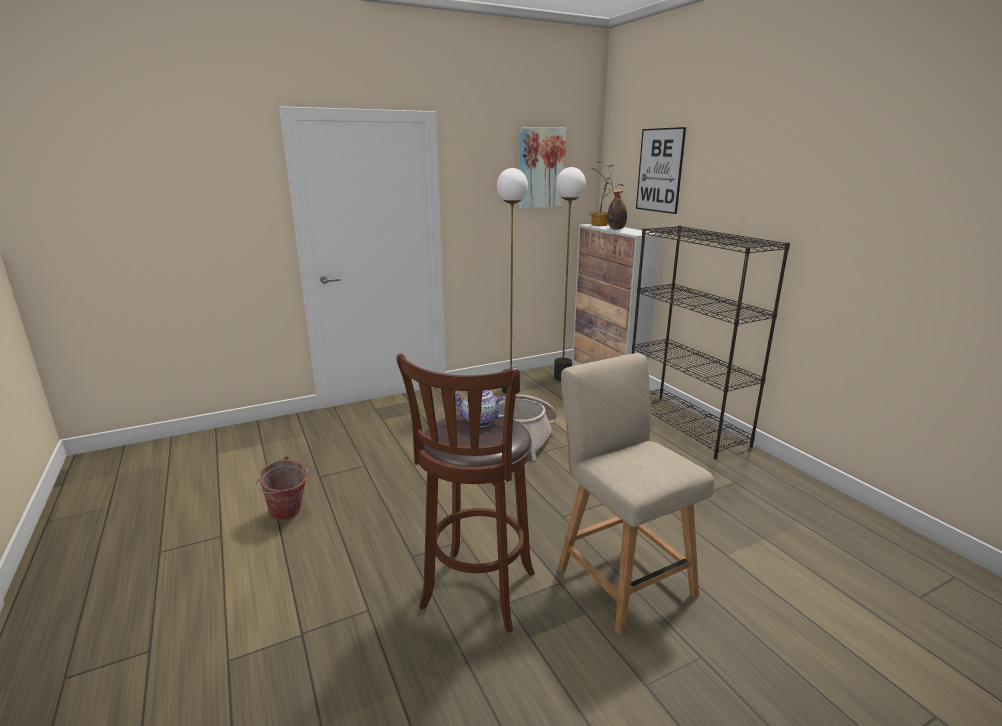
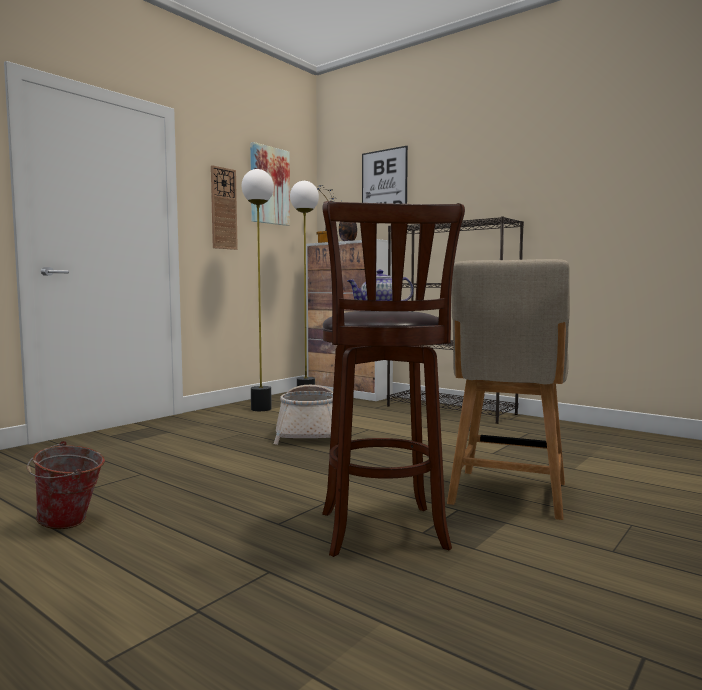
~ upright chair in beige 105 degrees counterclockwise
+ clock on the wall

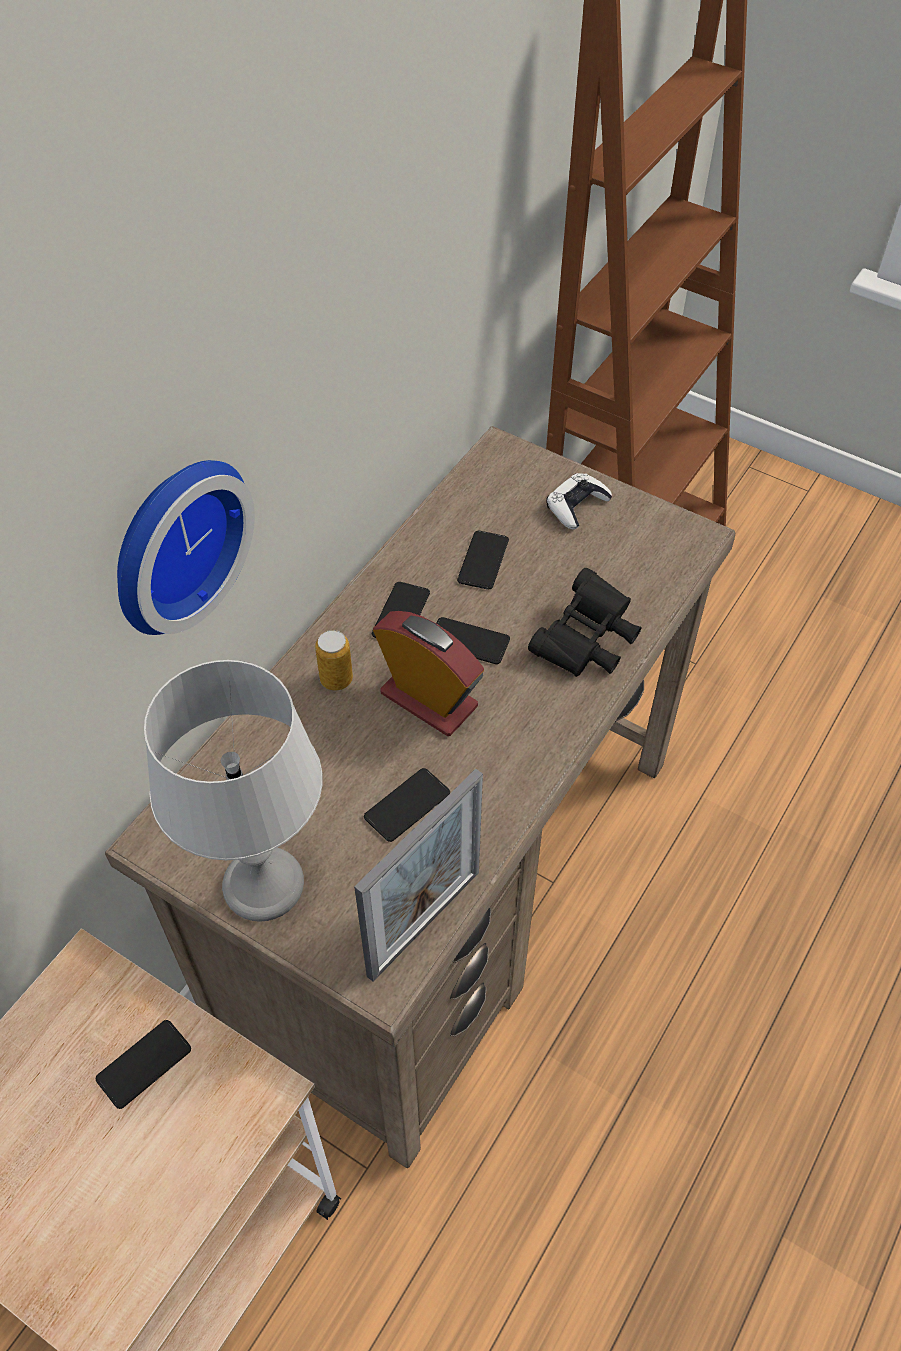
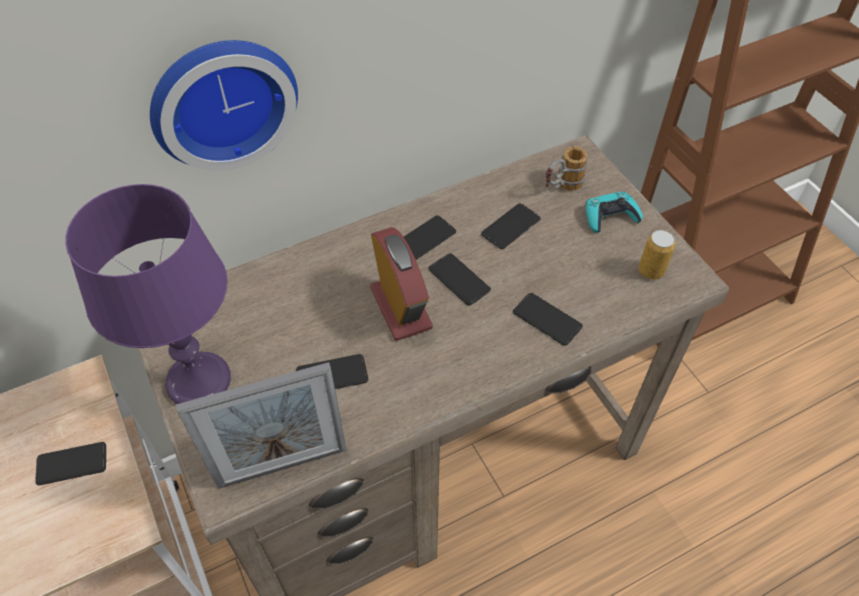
~ gamepad in whitish to gamepad in turquoise-coloured
~ field glasses in black-coloured to phone (no. 6 from left)
~ can
~ tabletop lamp in grey to tabletop lamp in purple
+ mug

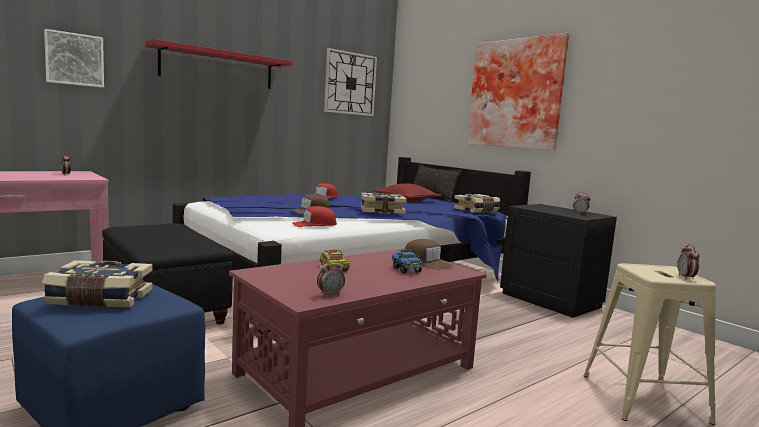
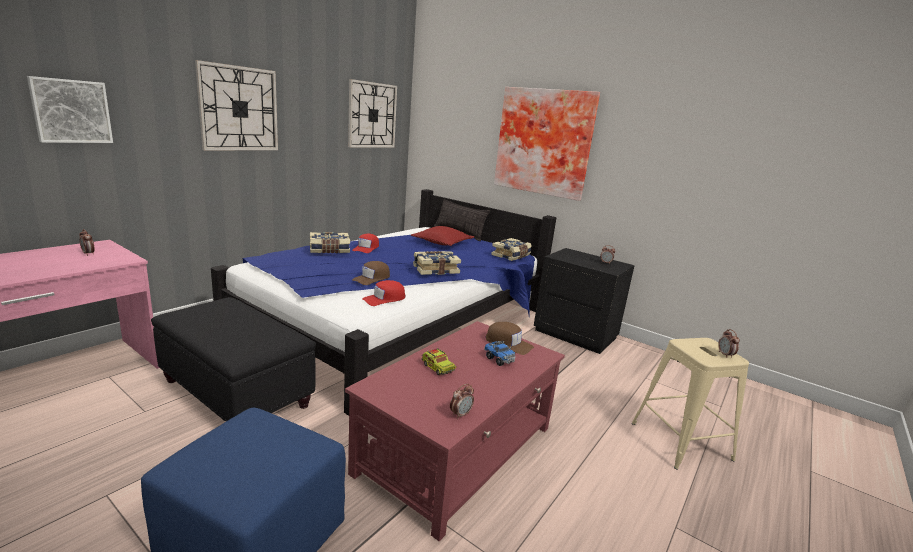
~ bracket shelf in red-coloured to clock on the wall (no. 1 from left)
~ book (no. 1 from left)

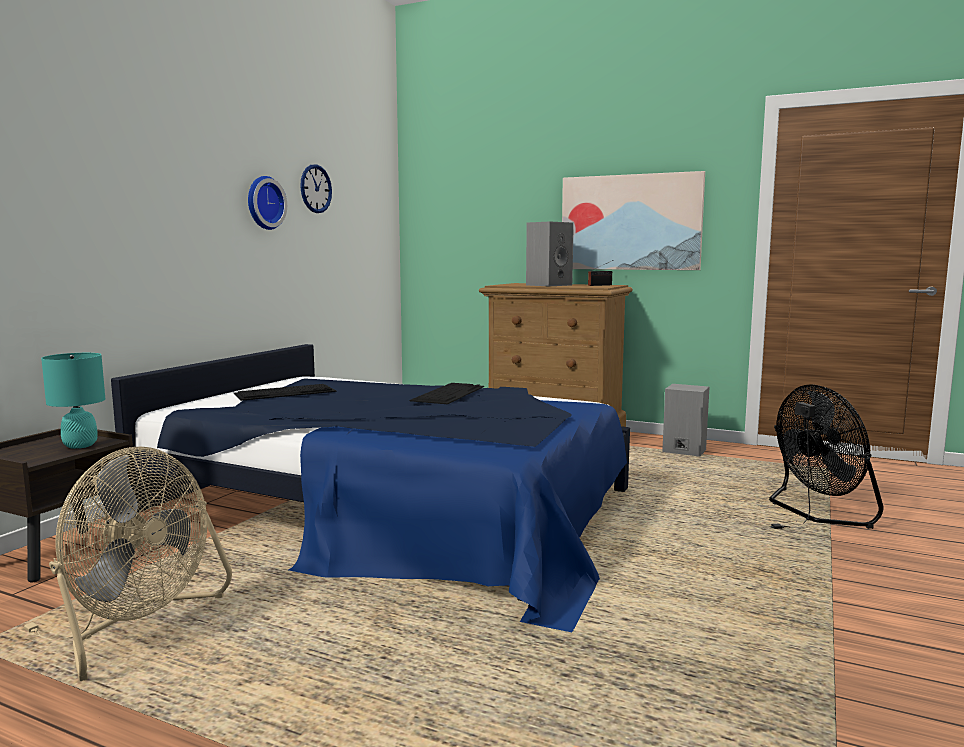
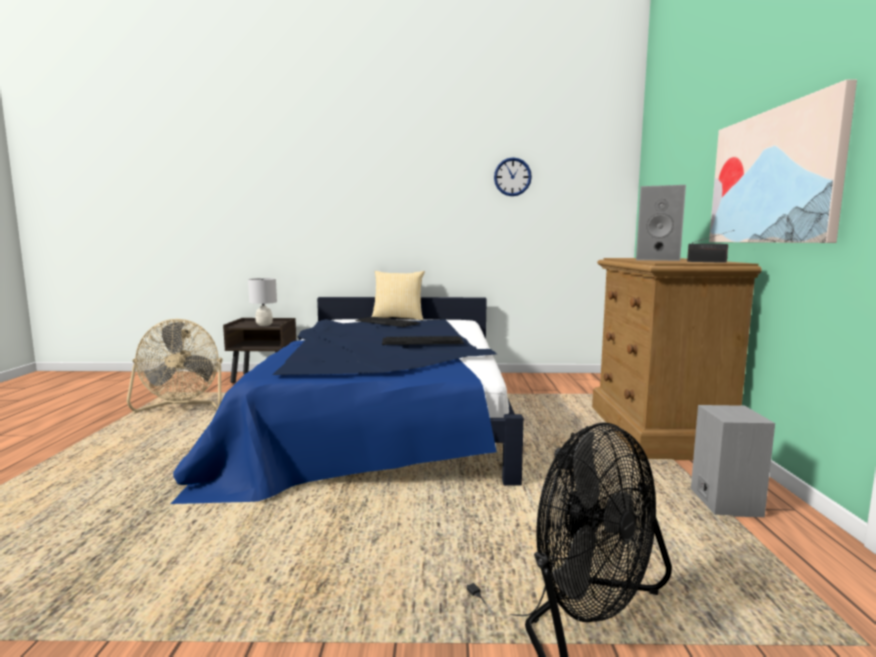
- clock on the wall (no. 1 from left)
~ tabletop lamp in turquoise-coloured to tabletop lamp in grey
+ cushion

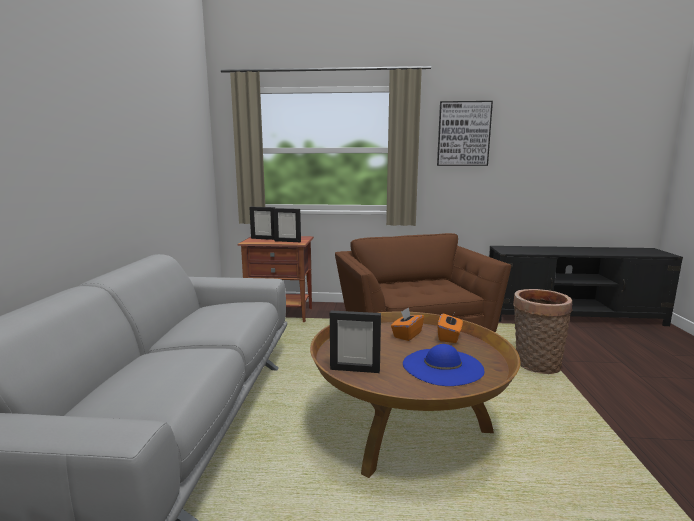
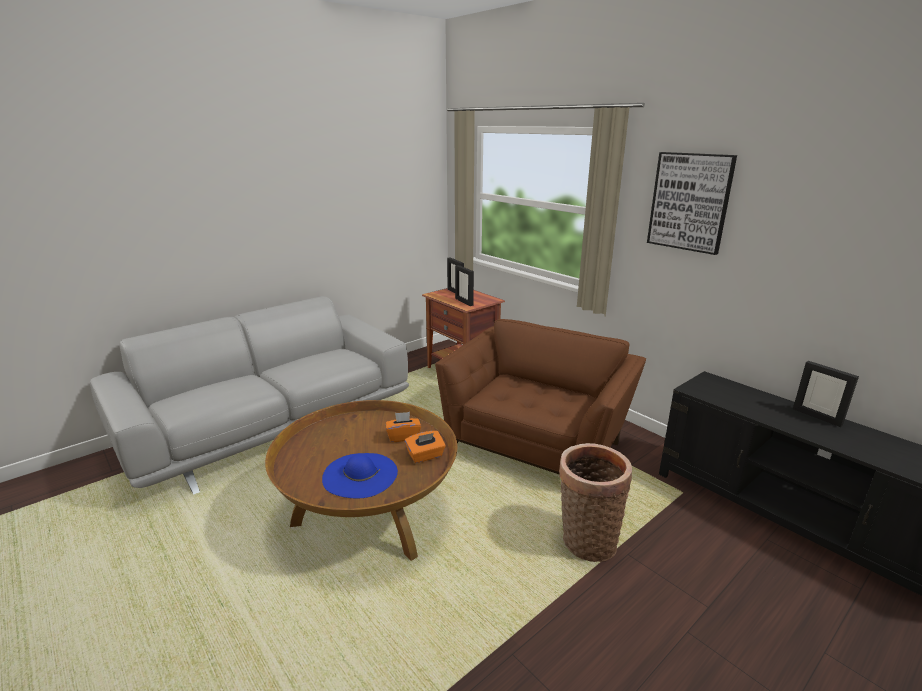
~ standing frame (no. 3 from left)

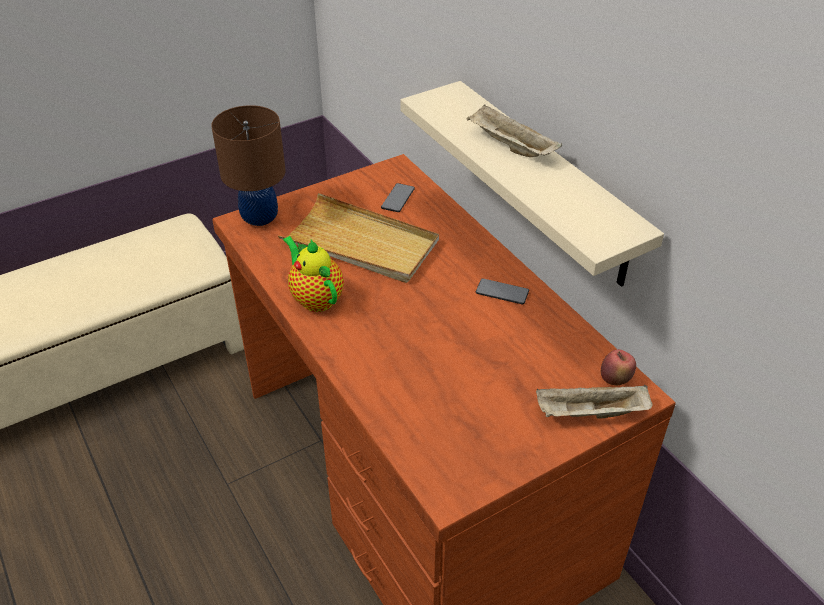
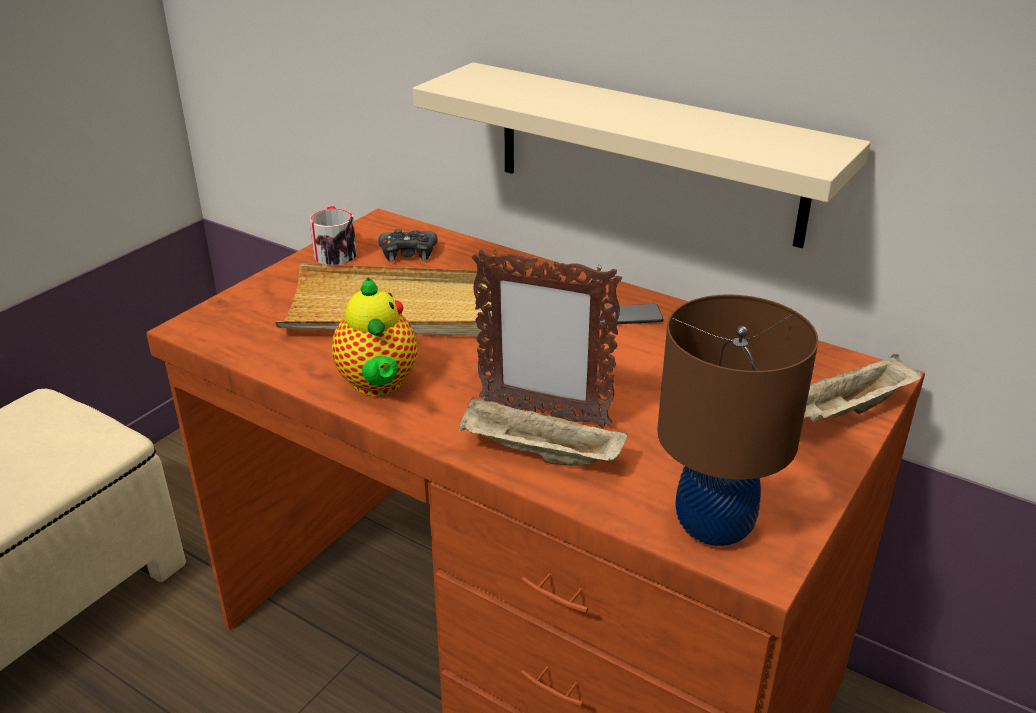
~ tray in beige (no. 2 from left)
~ tabletop lamp in brownish
~ phone (no. 1 from left) to gamepad in black-coloured
~ teapot 135 degrees counterclockwise
- apple
+ mug
+ standing frame

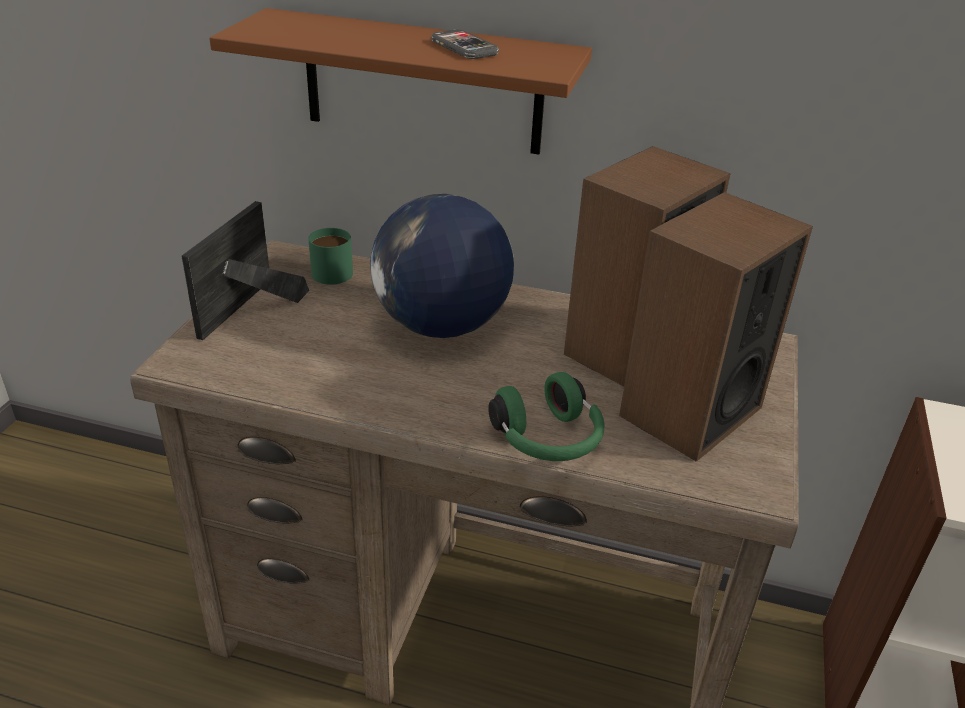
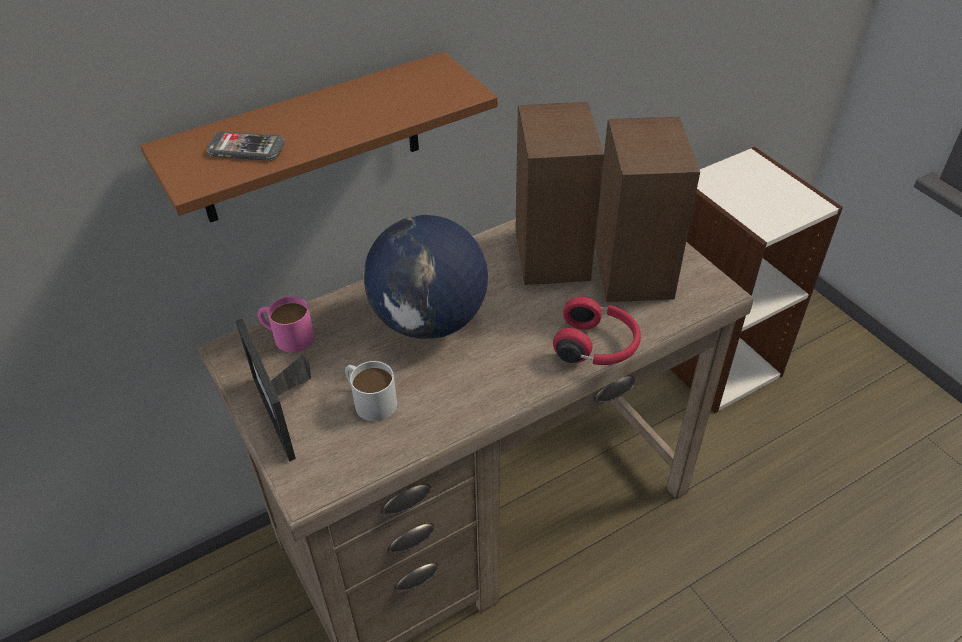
~ phone
~ mug in green to mug in pink
~ pair of headphones in green to pair of headphones in red-coloured
+ mug in whitish

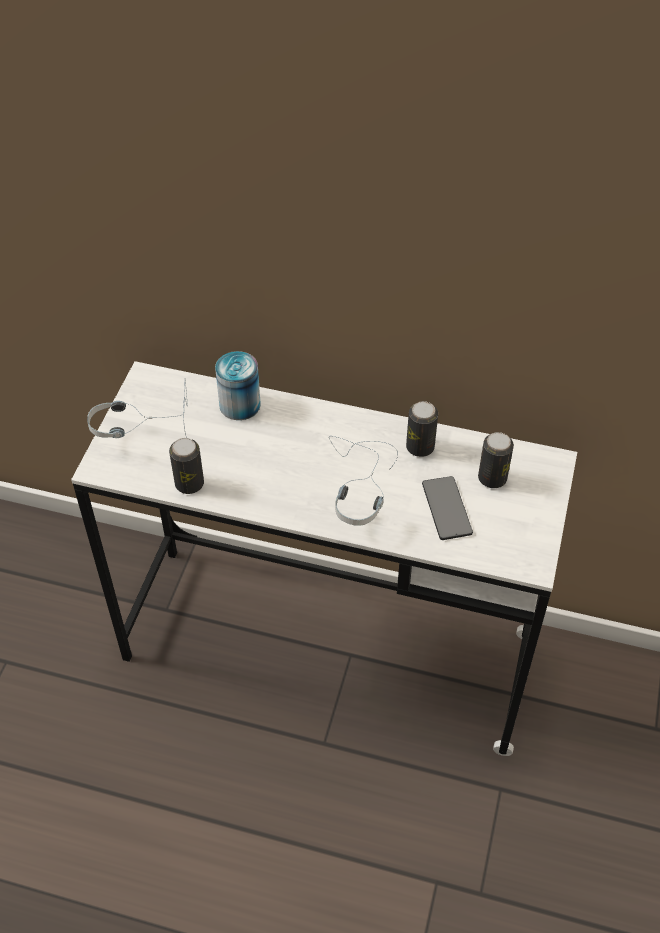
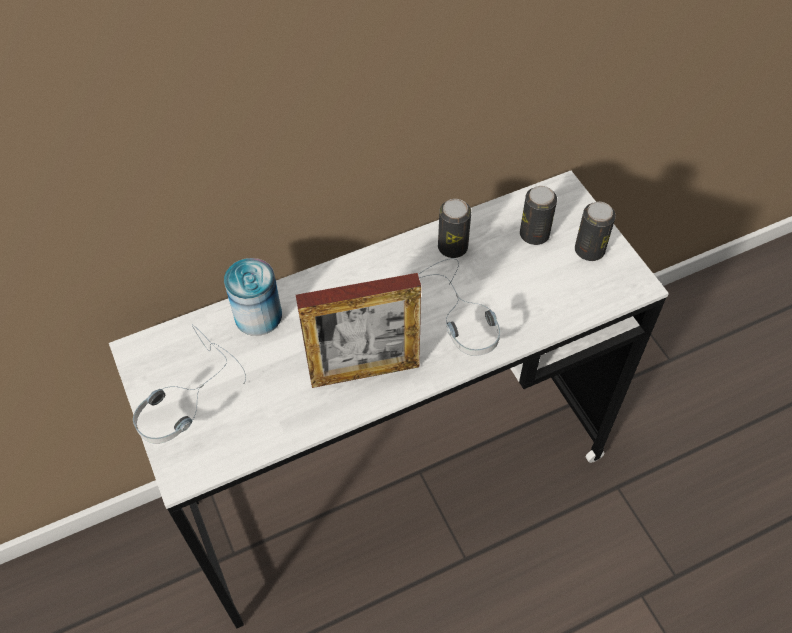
~ can (no. 1 from left in the first image) to can (no. 4 from left)
- phone
+ standing frame

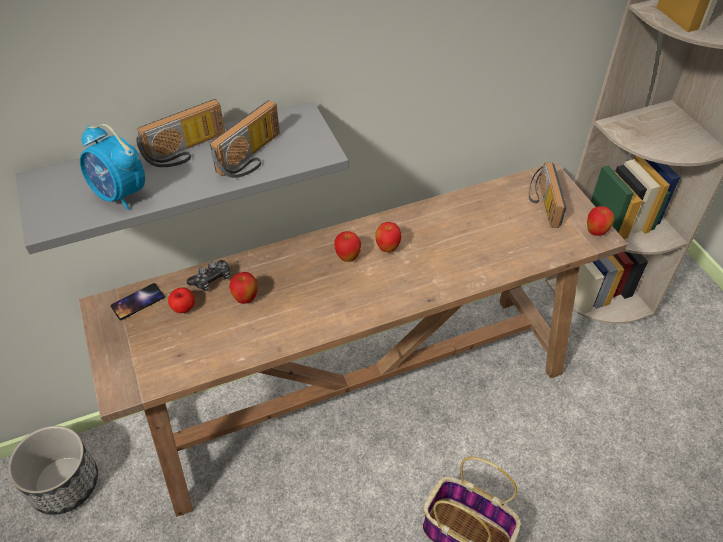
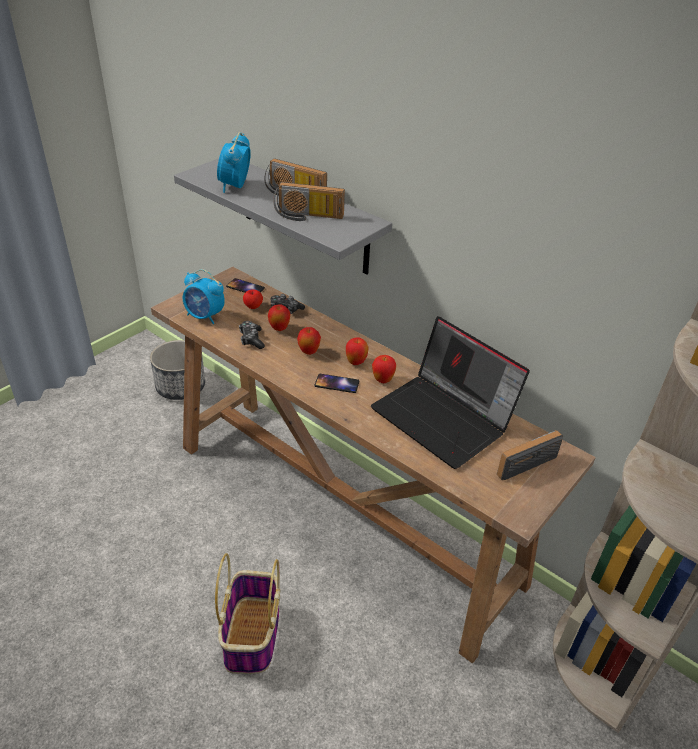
~ apple (no. 5 from left in the first image) to apple (no. 3 from left)
+ table clock (no. 1 from left)
+ portable computer
+ gamepad (no. 1 from left)
+ phone (no. 2 from left)

